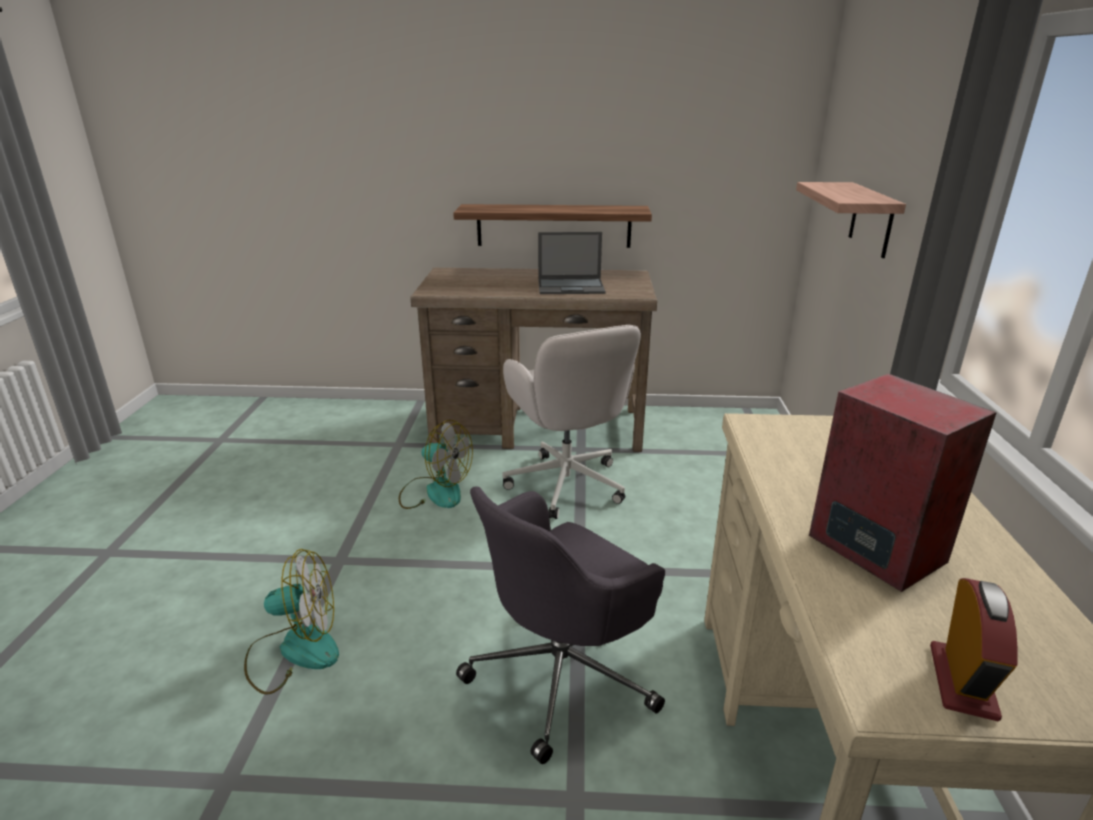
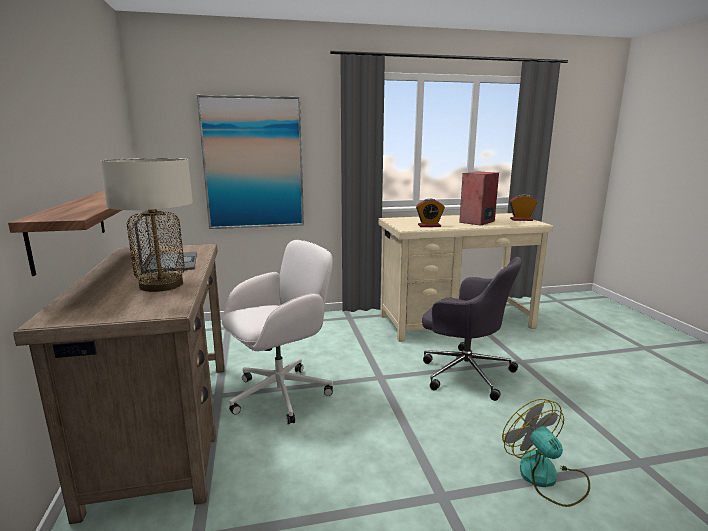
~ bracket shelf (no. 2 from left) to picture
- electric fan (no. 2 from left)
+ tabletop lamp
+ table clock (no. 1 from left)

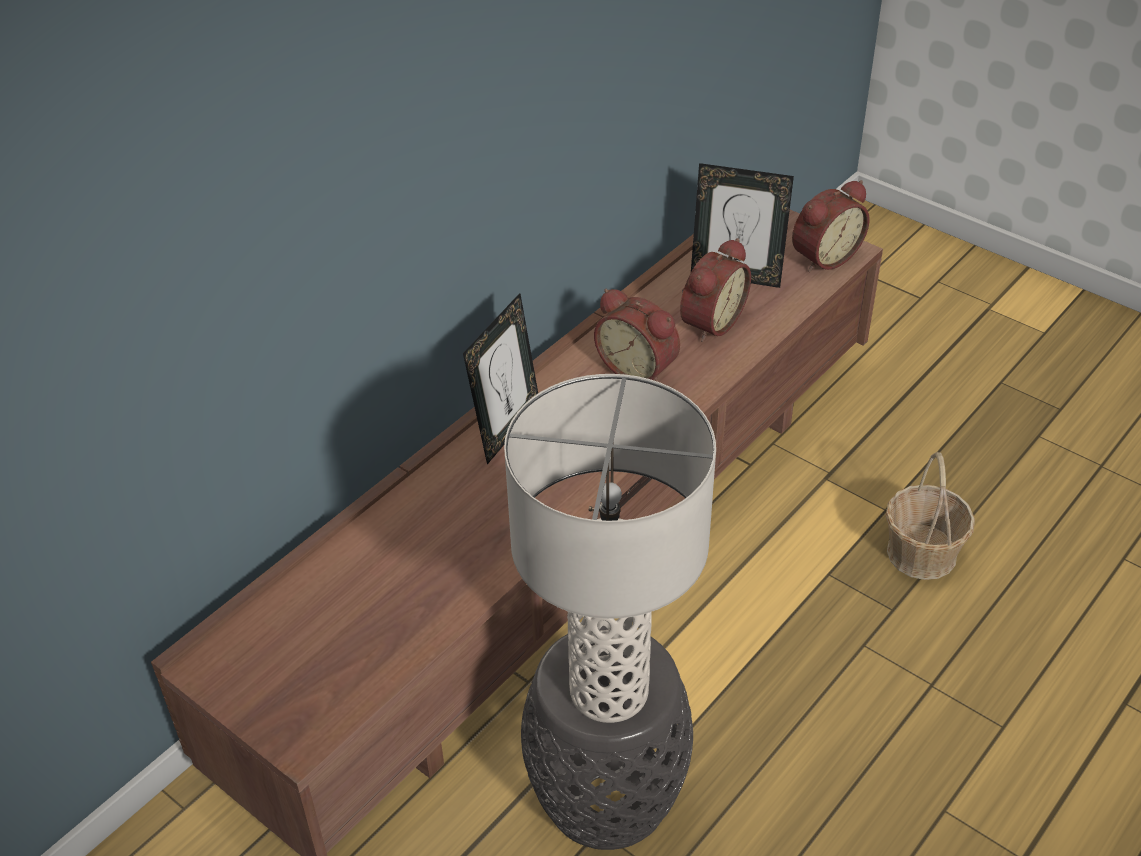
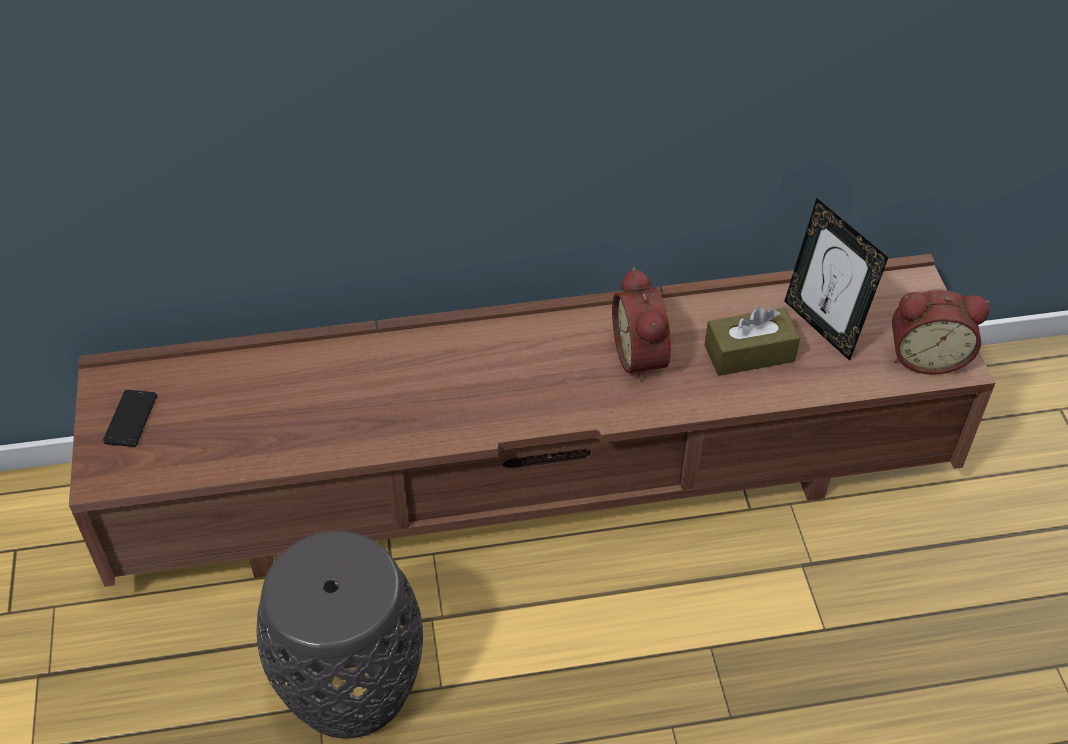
~ table clock (no. 2 from left) to tissue holder in brownish
- standing frame (no. 1 from left)
- tabletop lamp in whitish
- household basket
+ phone

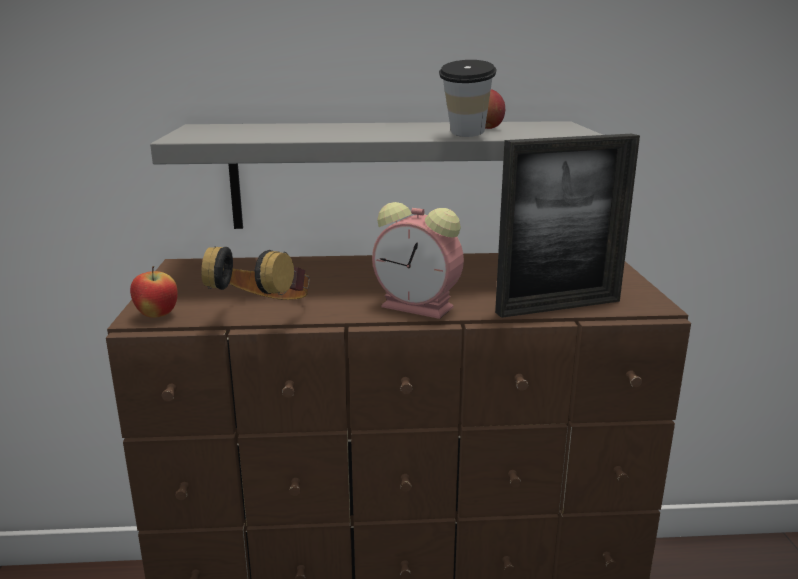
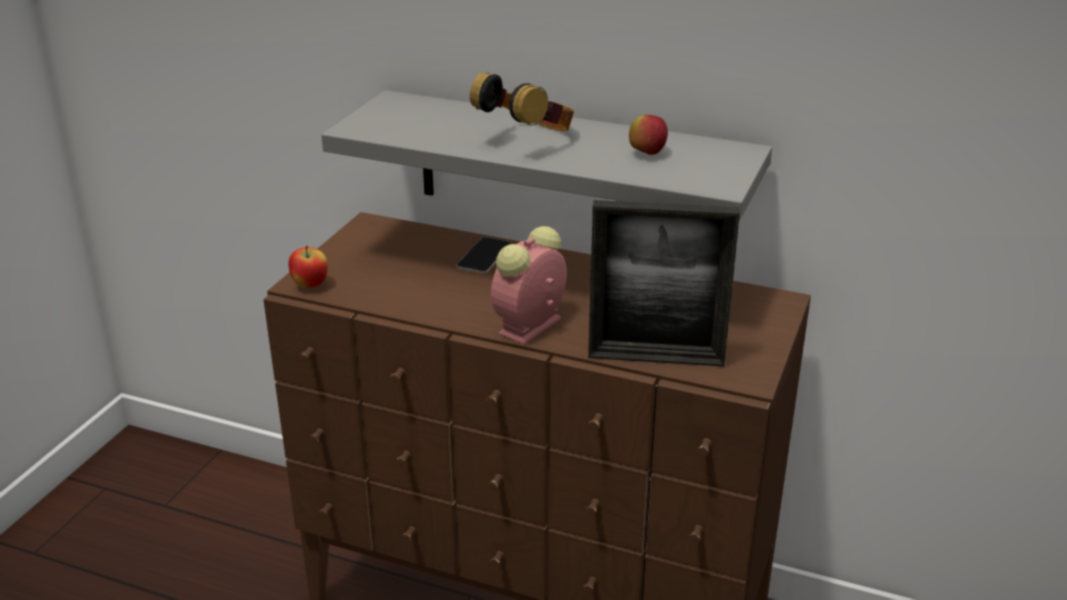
- drinking cup
~ table clock 75 degrees clockwise
~ pair of headphones
+ phone

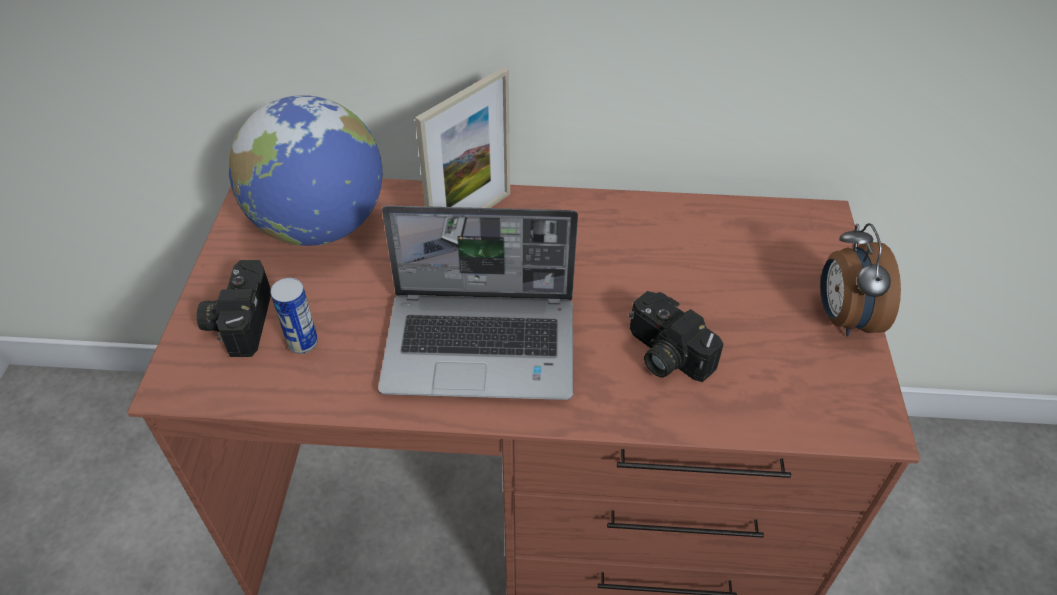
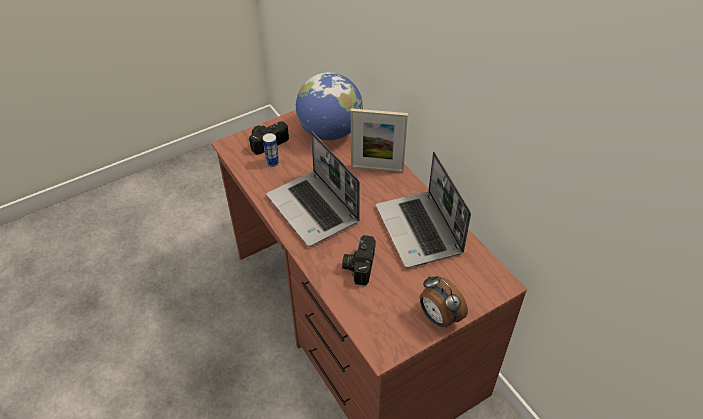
~ table clock 90 degrees counterclockwise
+ portable computer (no. 2 from left)

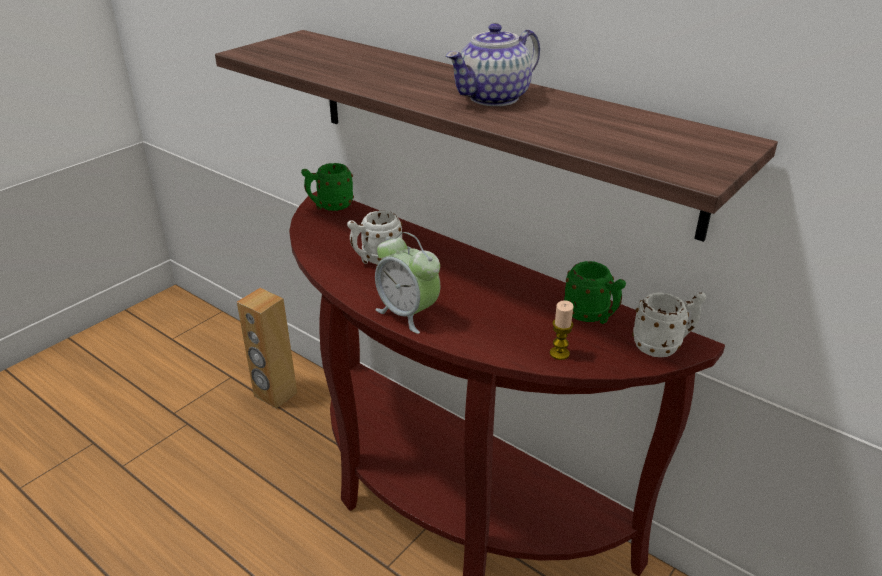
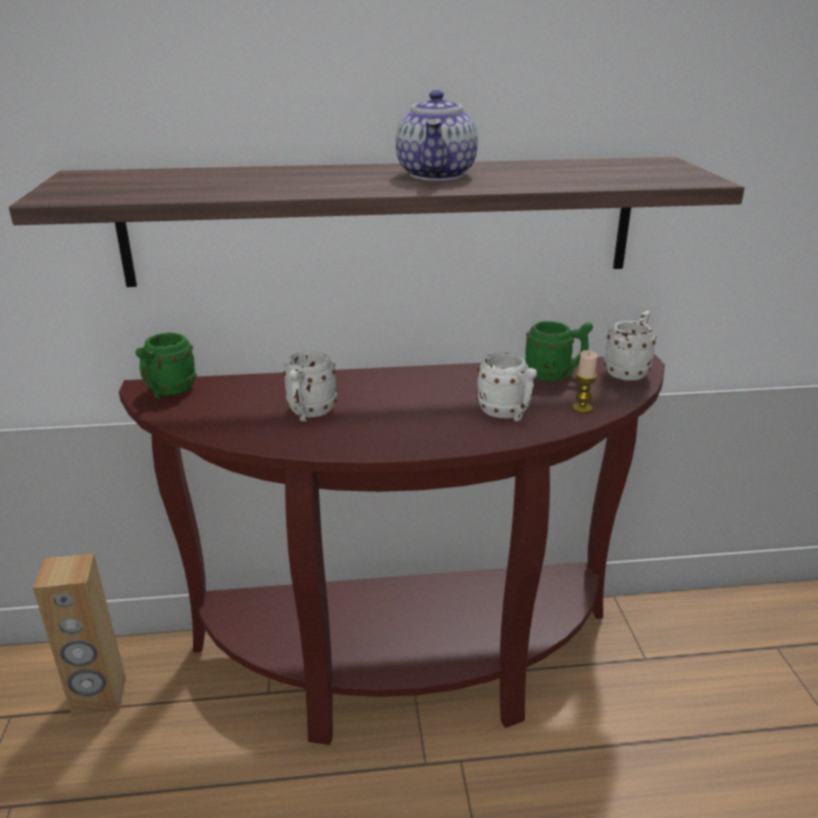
- table clock
+ mug in whitish (no. 2 from left)

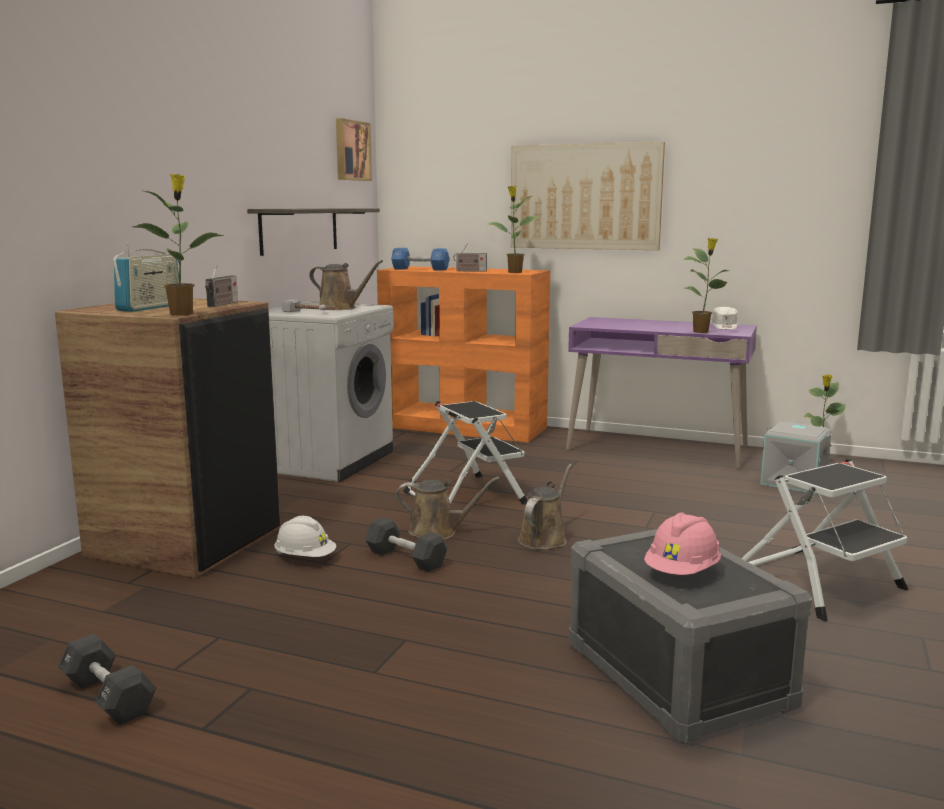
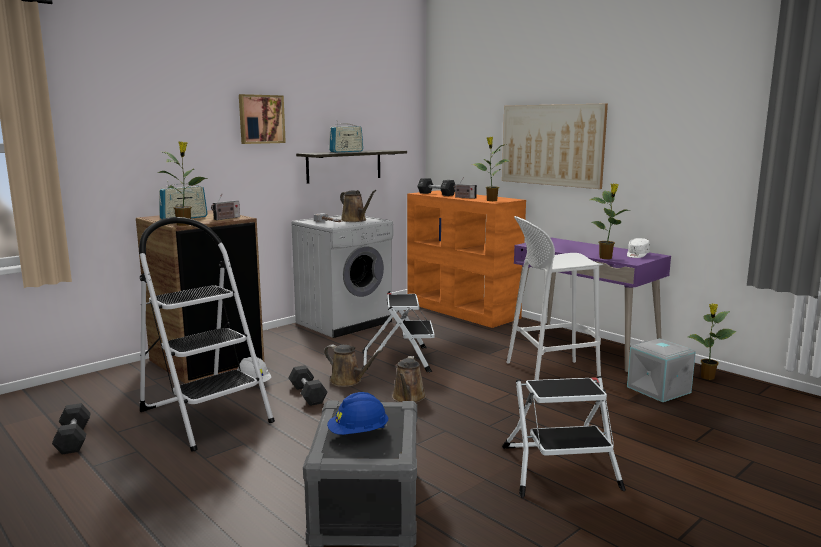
~ picture (no. 1 from left)
~ hand weight in bluish to hand weight in black-coloured (no. 3 from left)
~ watering pot in brownish (no. 3 from left) 135 degrees clockwise
~ work helmet in pink to work helmet in bluish
+ radio set (no. 3 from left)
+ stool seat in whitish
+ step stool (no. 1 from left)

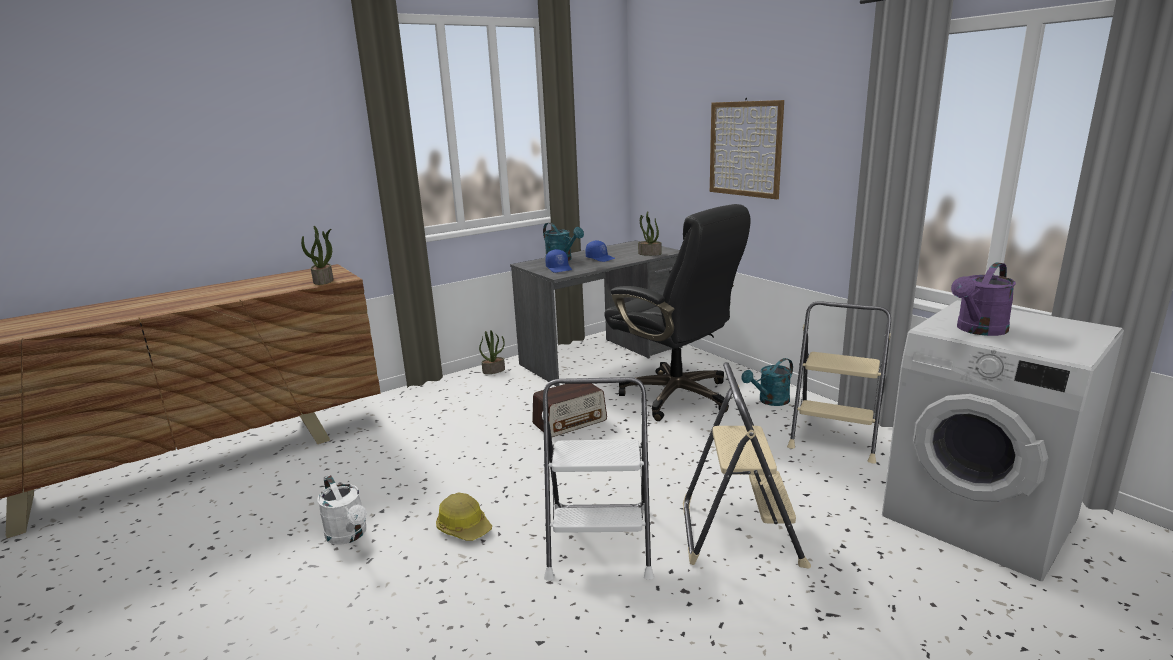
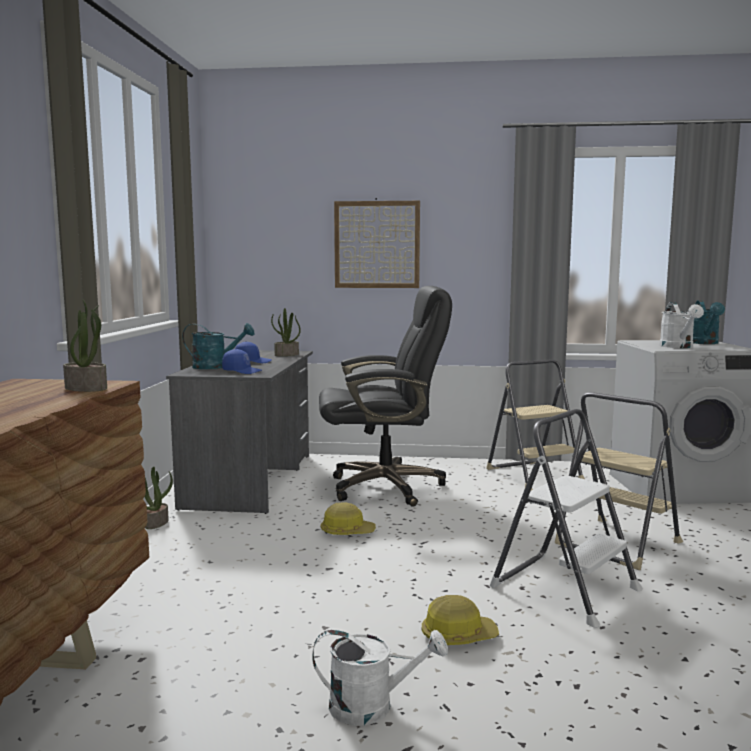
~ watering pot in purple to watering pot in whitish (no. 2 from left)
~ watering pot in turquoise-coloured (no. 2 from left)
~ radio set to work helmet (no. 1 from left)

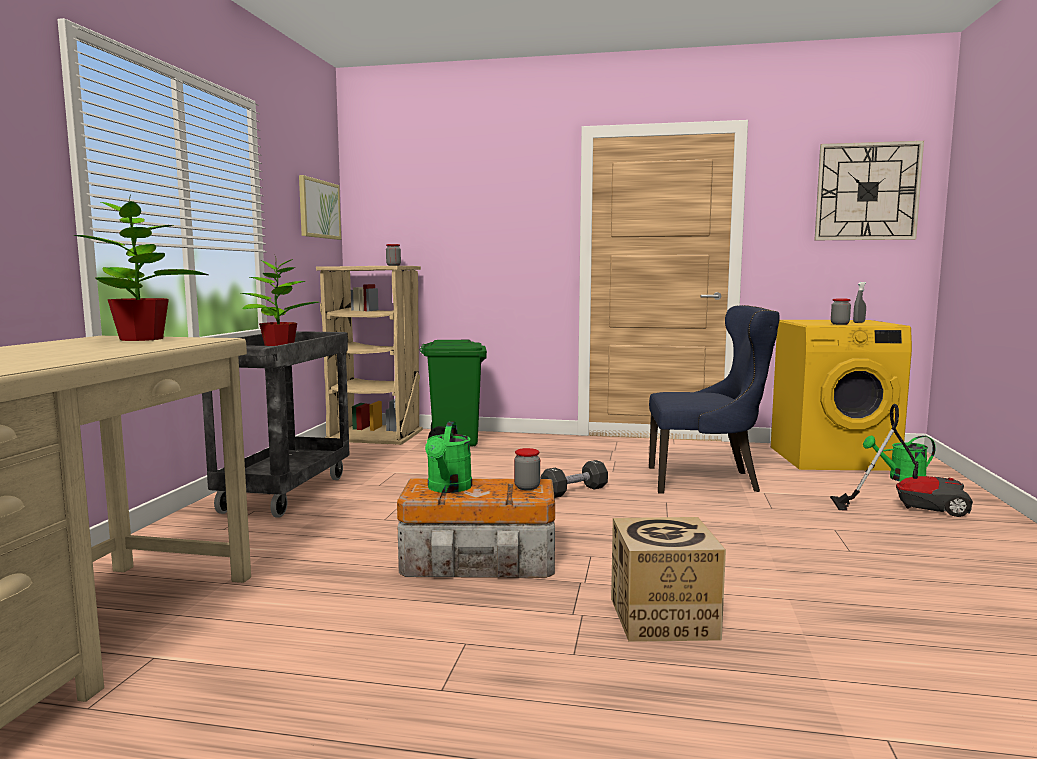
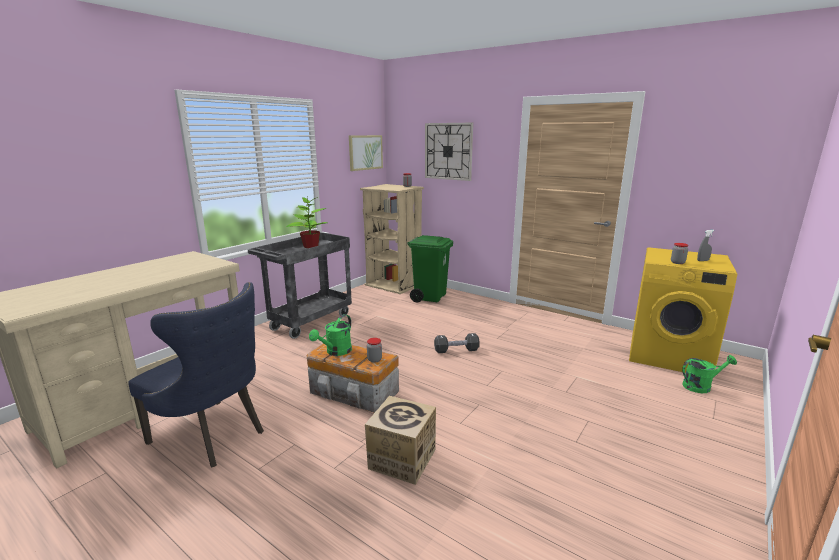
~ clock on the wall
- houseplant (no. 1 from left)
~ upright chair in bluish
- vacuum cleaner
~ watering pot in green (no. 2 from left) 150 degrees clockwise

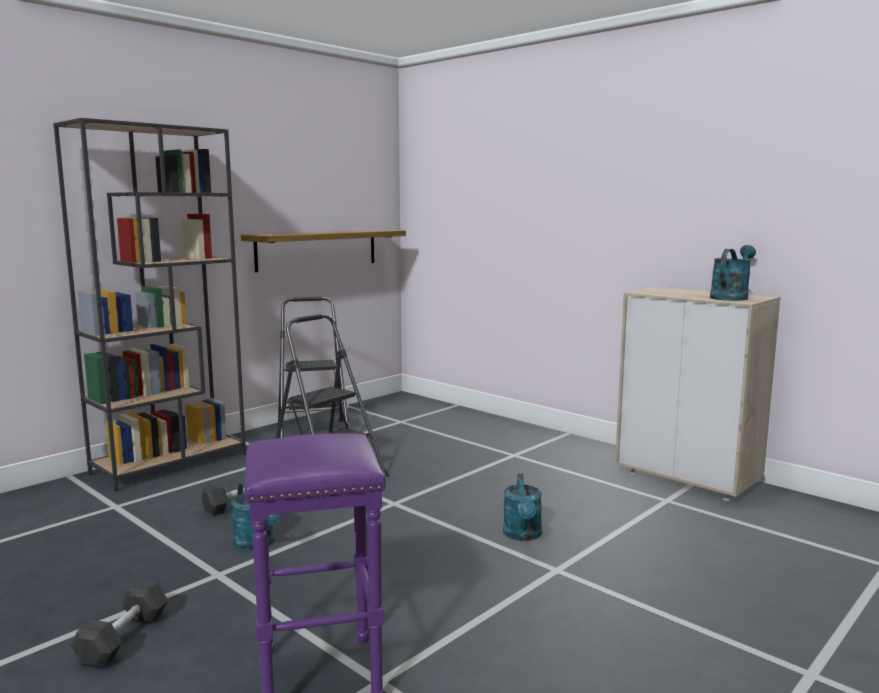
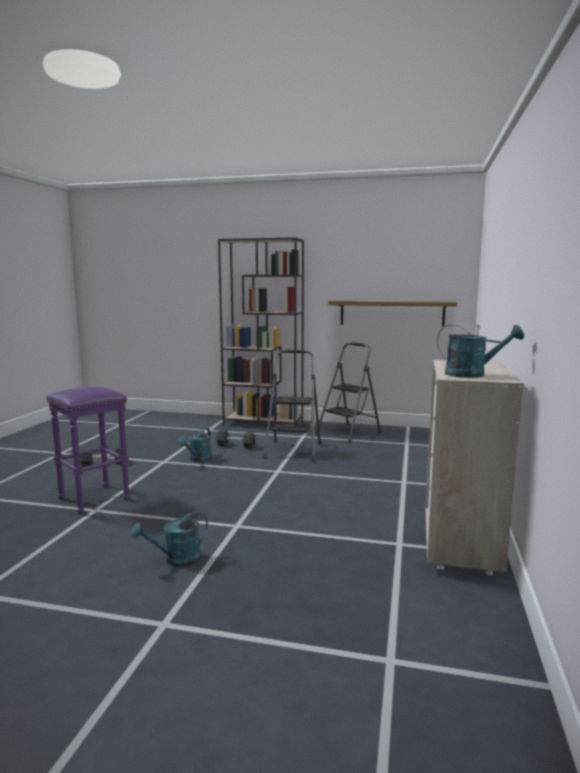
~ watering pot in turquoise-coloured (no. 2 from left in the first image) to watering pot in turquoise-coloured (no. 1 from left)

